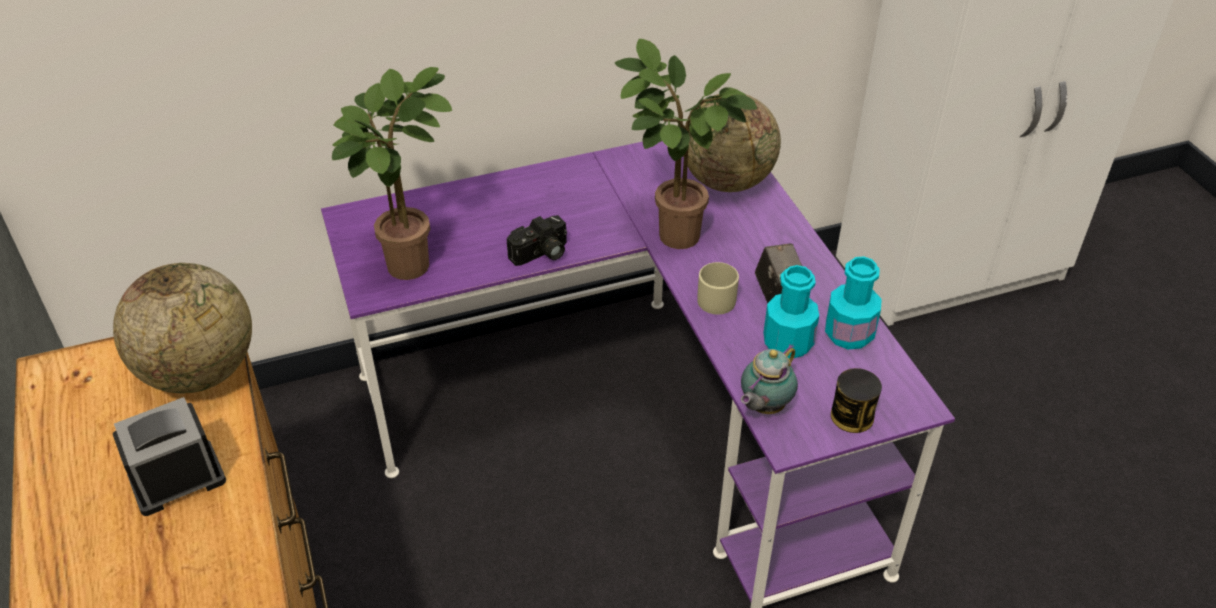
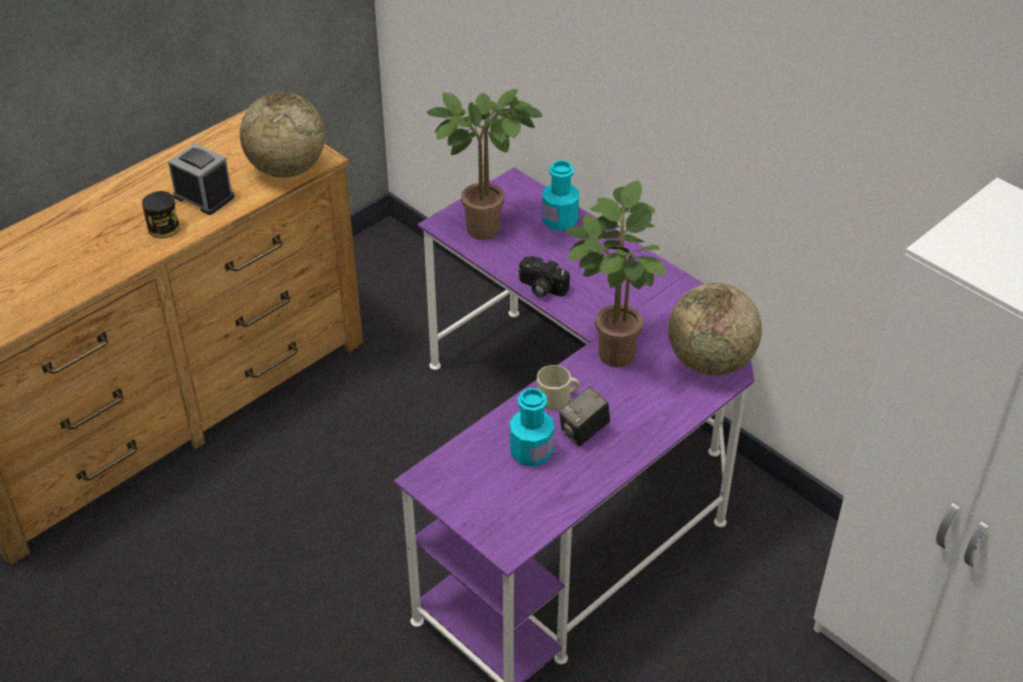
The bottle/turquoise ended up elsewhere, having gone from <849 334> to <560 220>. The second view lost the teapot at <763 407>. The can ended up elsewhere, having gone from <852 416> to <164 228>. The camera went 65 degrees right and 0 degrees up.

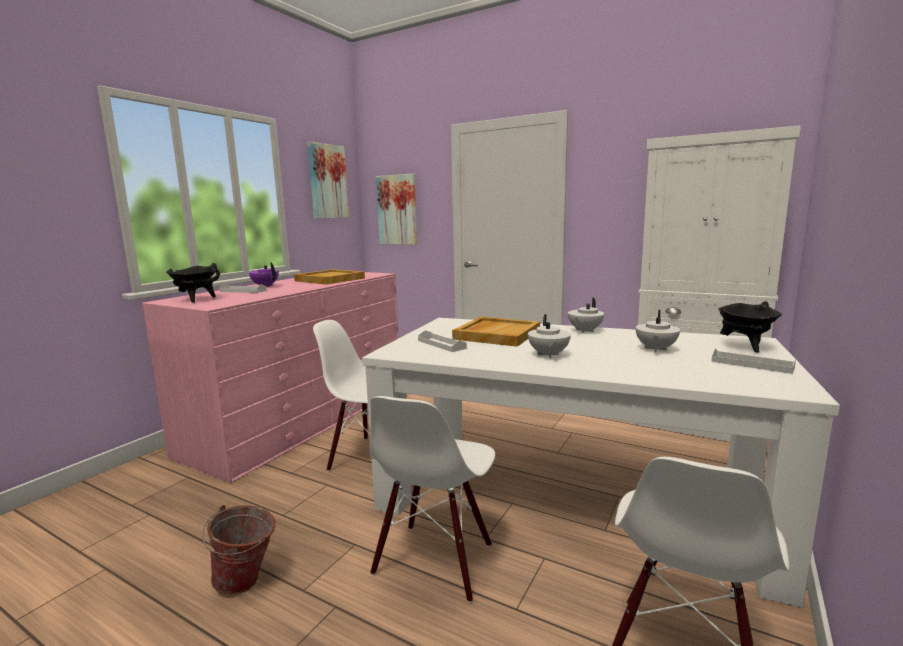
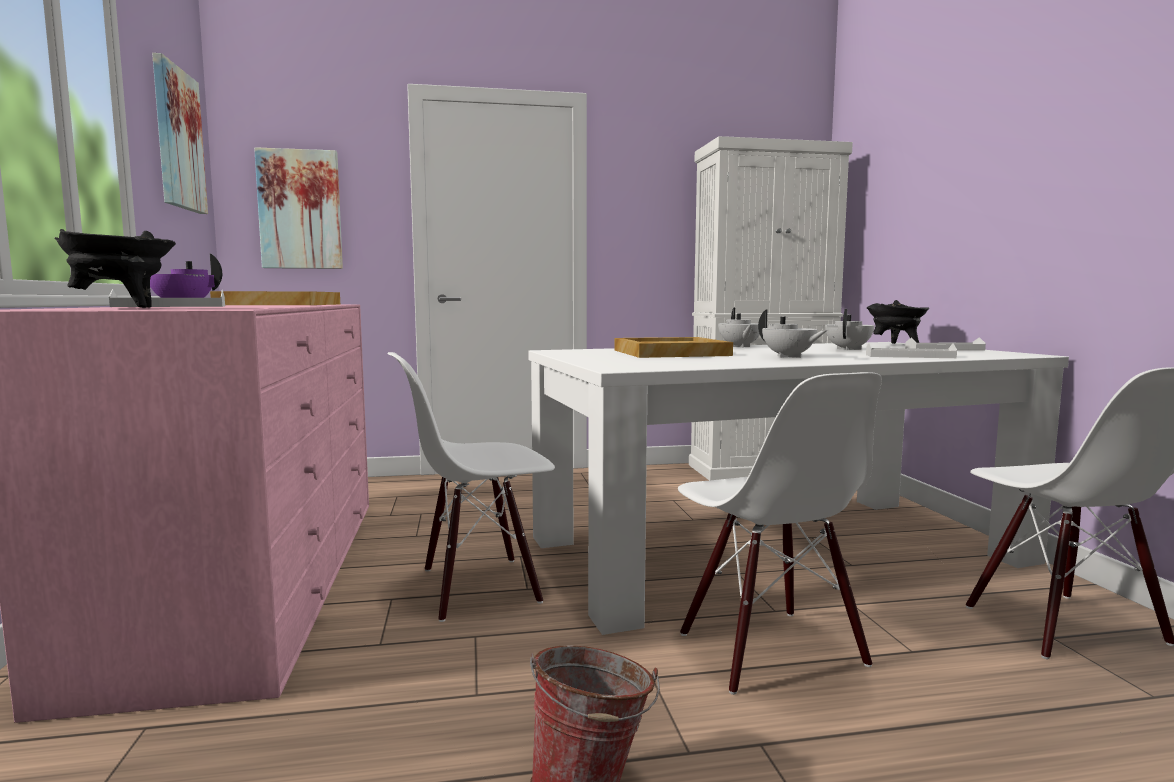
The teapot/white at <655 349> ended up facing another way, 135 degrees counterclockwise from before. The tray/white ended up elsewhere, having gone from <441 344> to <909 356>. The camera went 40 degrees left and 5 degrees down.

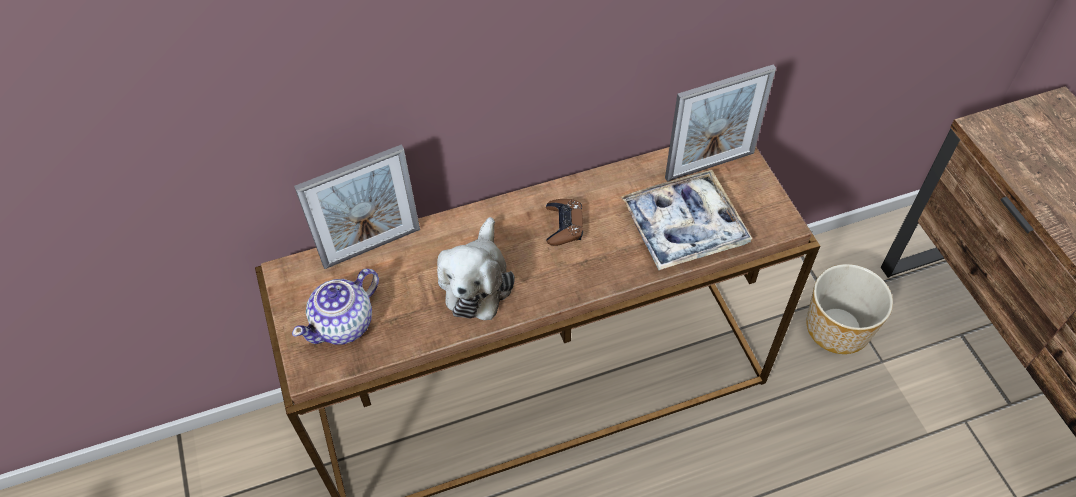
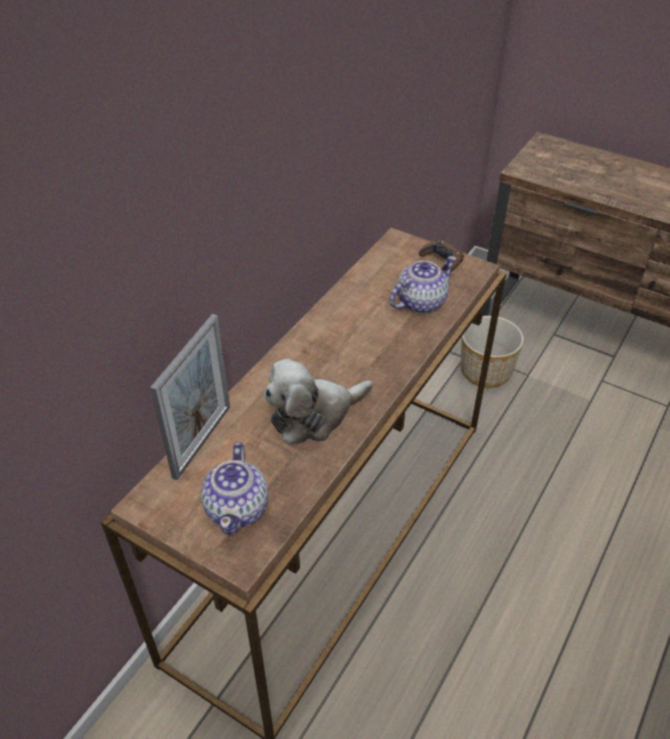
The second view lost the picture frame at <709 165>. Where the tray stood at <684 227>, the teapot came to stand at <420 302>. The game controller/brown ended up elsewhere, having gone from <564 225> to <441 260>. The plush toy at <477 281> ended up facing another way, 90 degrees clockwise from before. The camera went 40 degrees left and 10 degrees down.

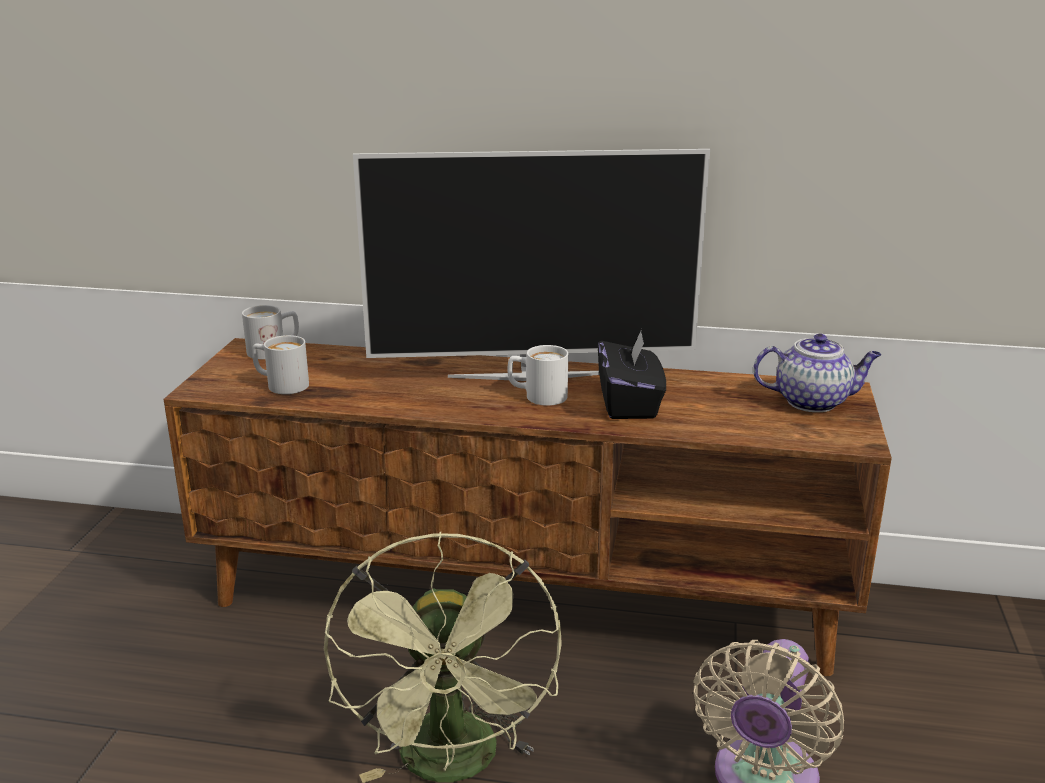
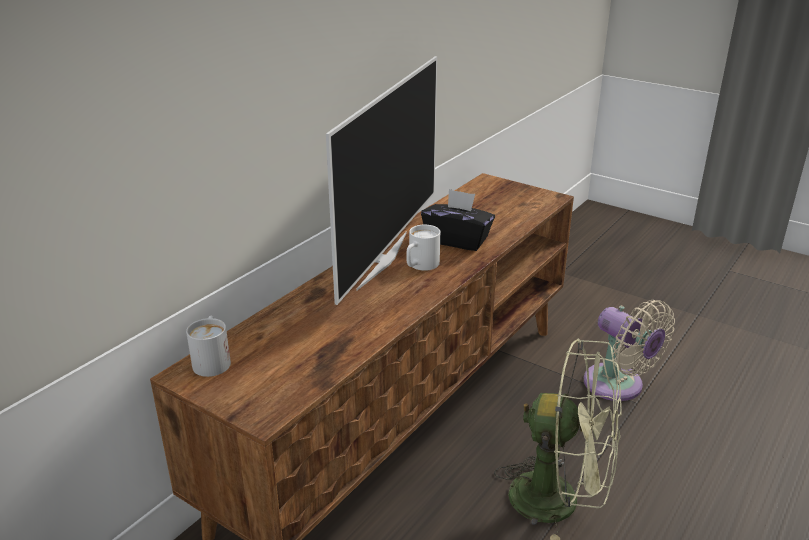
The second view lost the teapot at <813 401>. The second view lost the mug/white at <280 385>. The camera went 65 degrees left and 5 degrees up.

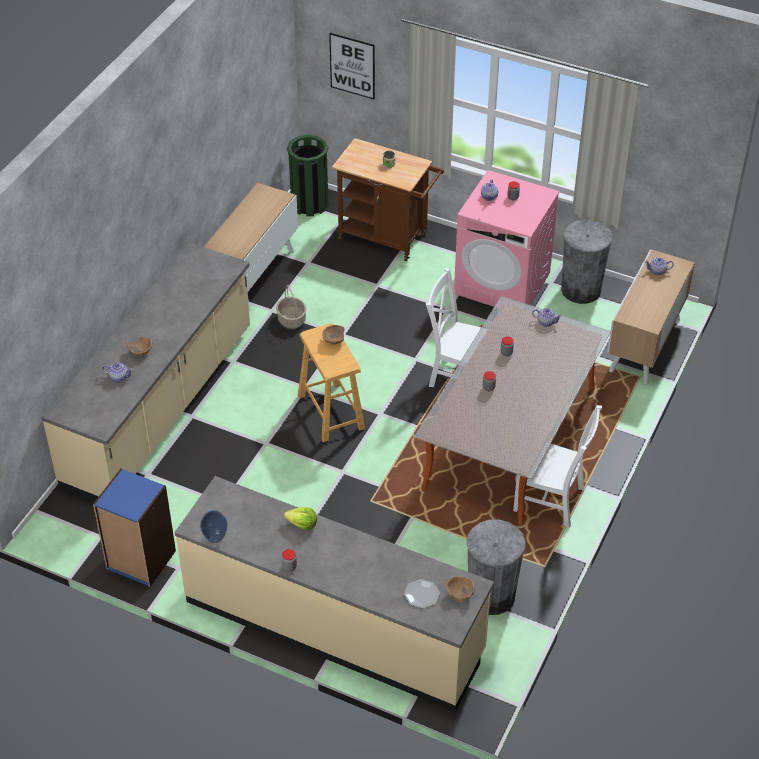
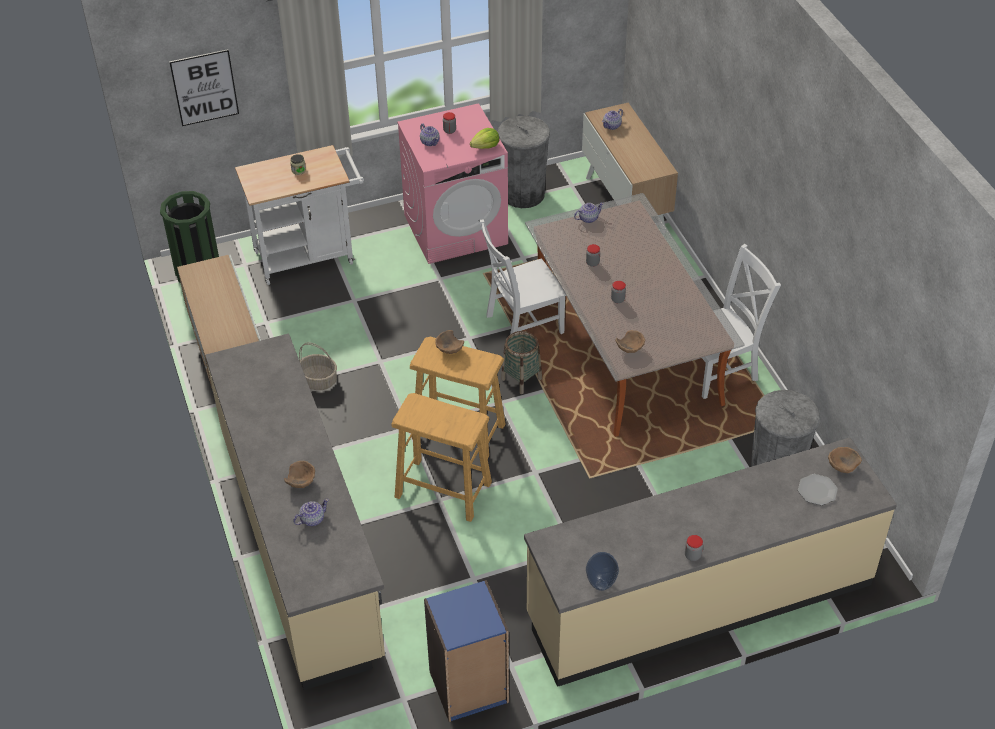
What was the cart/brown at <388 238> turned into the cart/white at <310 255>. The lettuce ended up elsewhere, having gone from <302 524> to <485 146>. The second view gained the bowl/brown at <630 349>. The second view gained the basket at <521 379>. The second view gained the stool/beige at <442 489>. The camera went 45 degrees left and 0 degrees up.

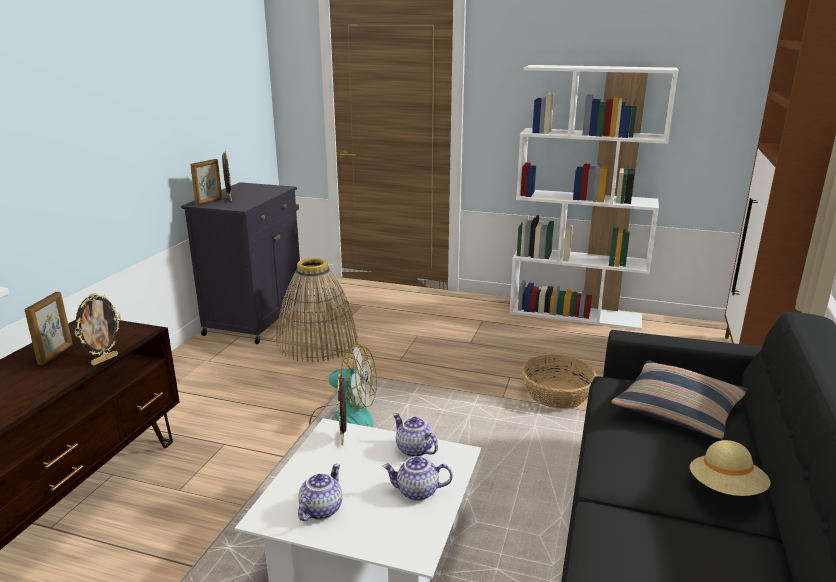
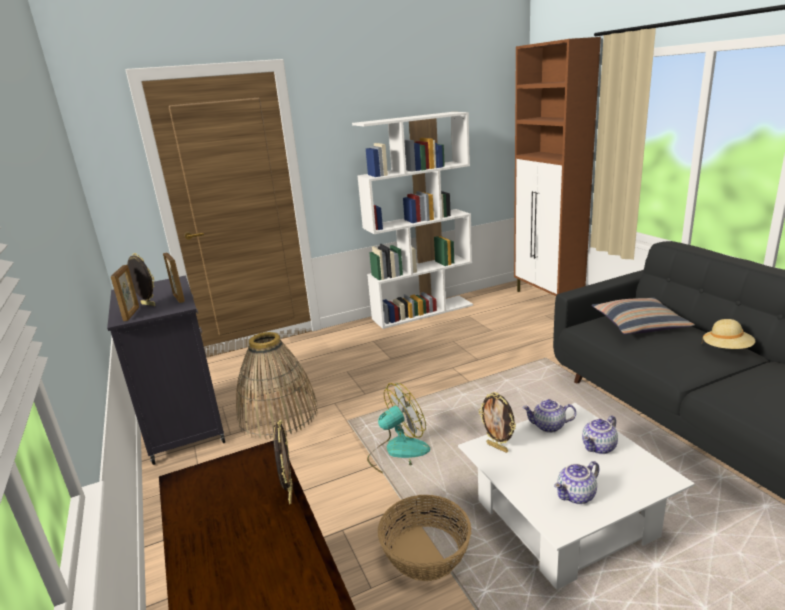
The picture frame ended up elsewhere, having gone from <56 354> to <178 298>. The basket ended up elsewhere, having gone from <556 394> to <425 553>. The teapot at <320 509> ended up facing another way, 105 degrees counterclockwise from before. The camera went 40 degrees left and 0 degrees up.

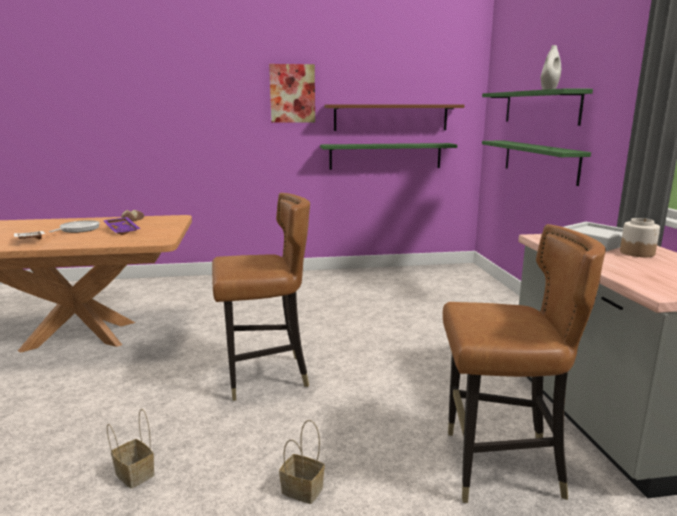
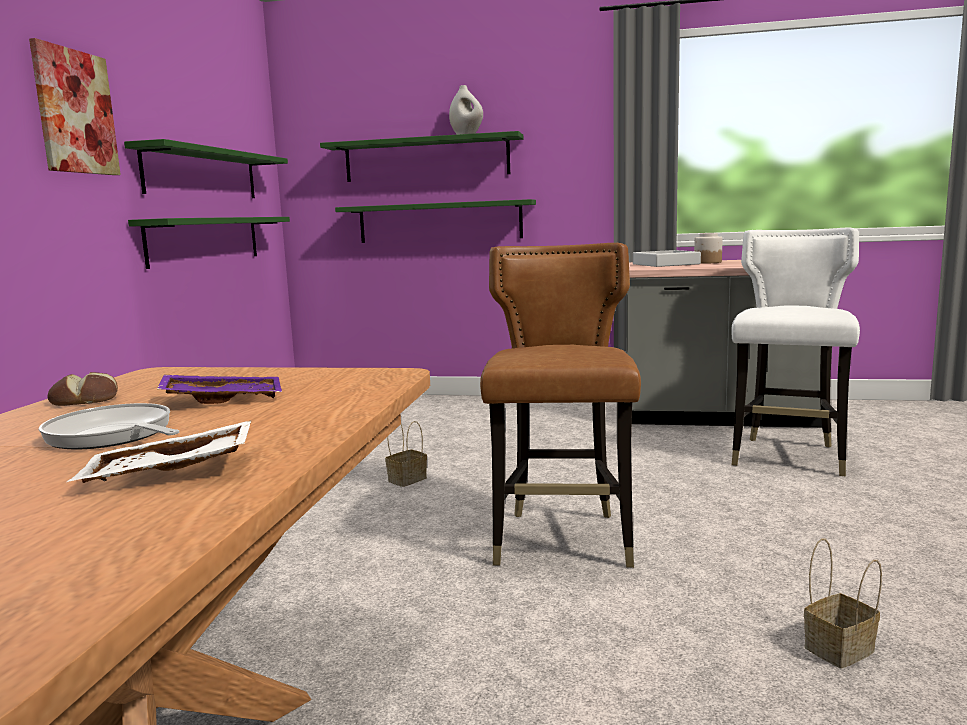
What was the shelf/brown at <391 117> turned into the shelf/green at <202 174>. What was the chair/brown at <499 467> turned into the chair/white at <789 457>. The basket ended up elsewhere, having gone from <304 490> to <407 479>. The camera went 70 degrees left and 5 degrees down.

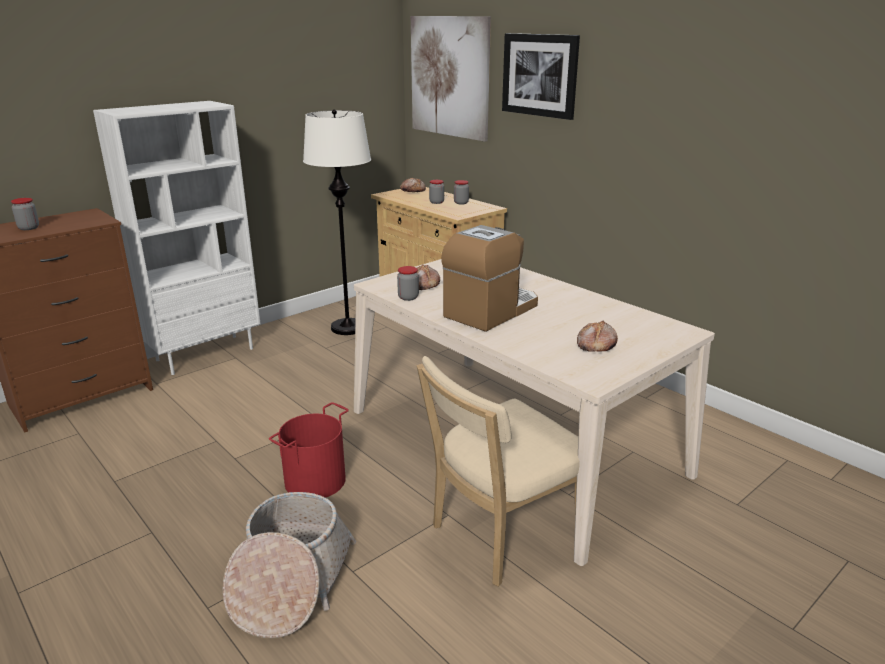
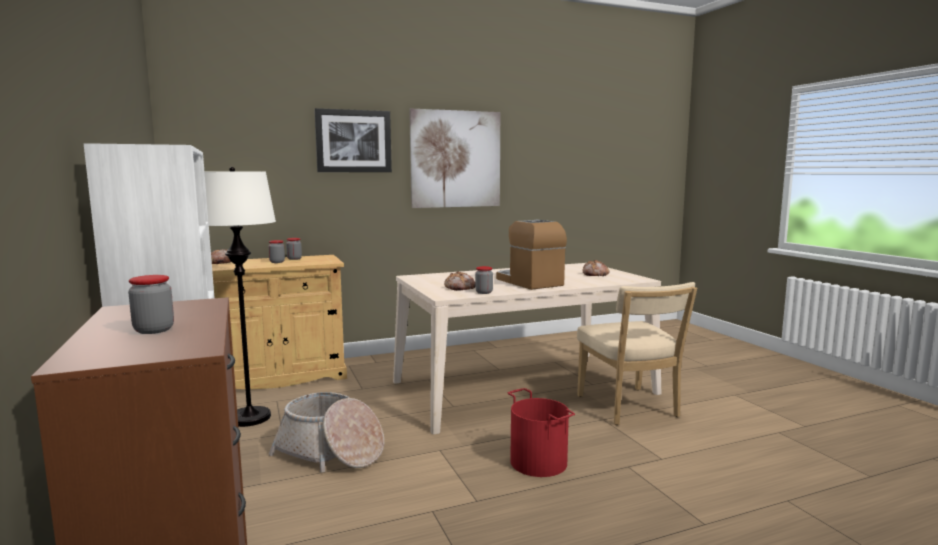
The picture ended up elsewhere, having gone from <449 77> to <455 159>. The basket ended up elsewhere, having gone from <290 582> to <331 452>. The camera went 70 degrees left and 15 degrees down.

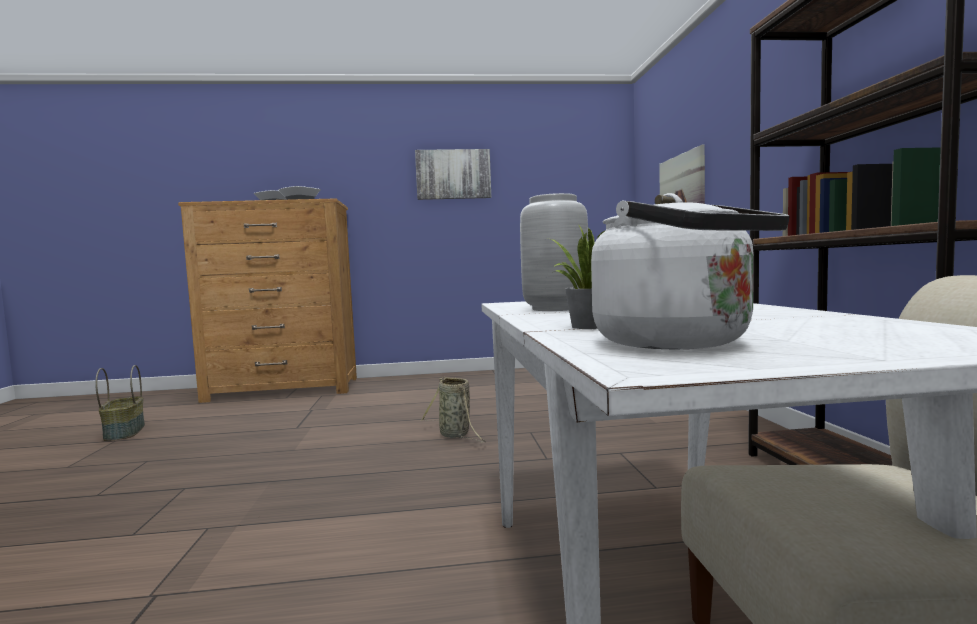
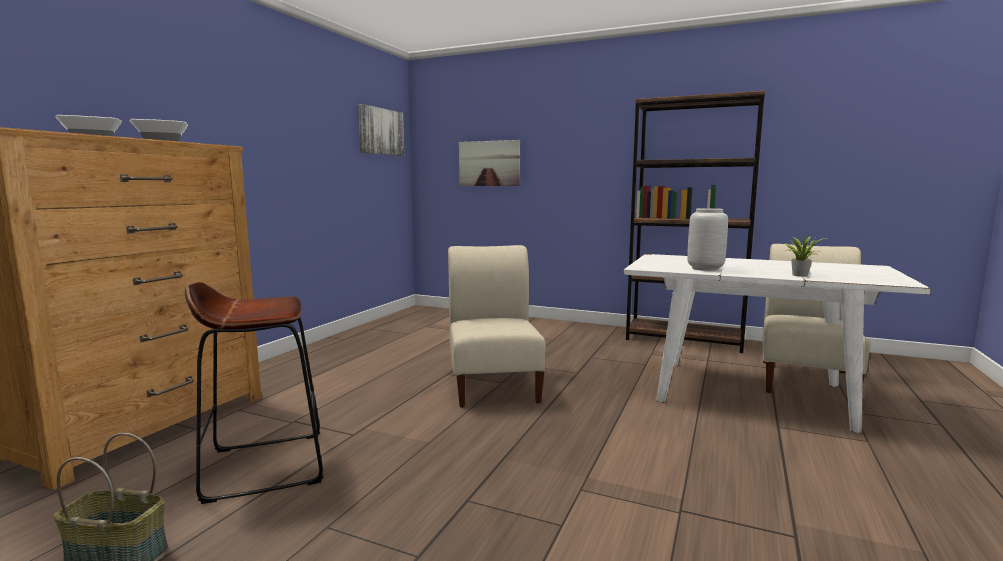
The picture ended up elsewhere, having gone from <453 174> to <380 131>. The second view lost the kettle/white at <680 343>. Where the basket stood at <456 435>, the chair/beige came to stand at <494 383>. The second view gained the stool/brown at <265 465>. The camera went 60 degrees left and 5 degrees up.

